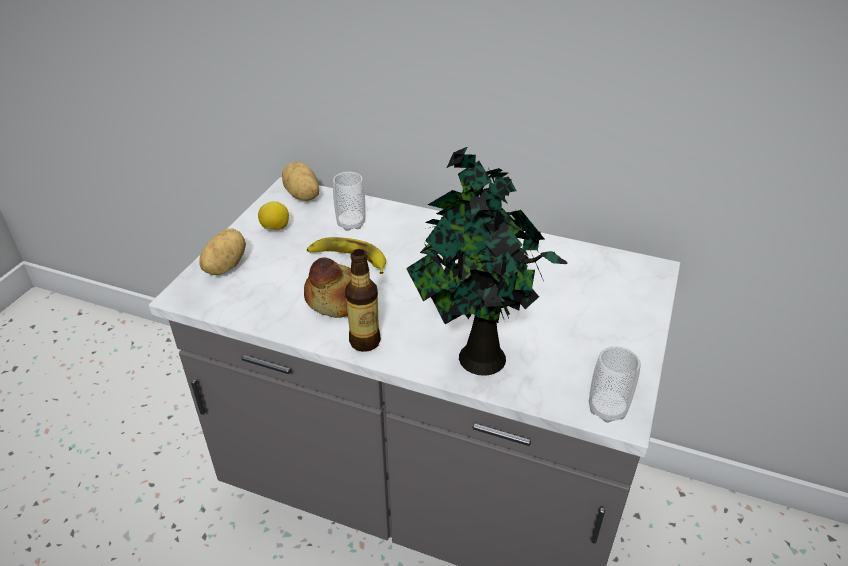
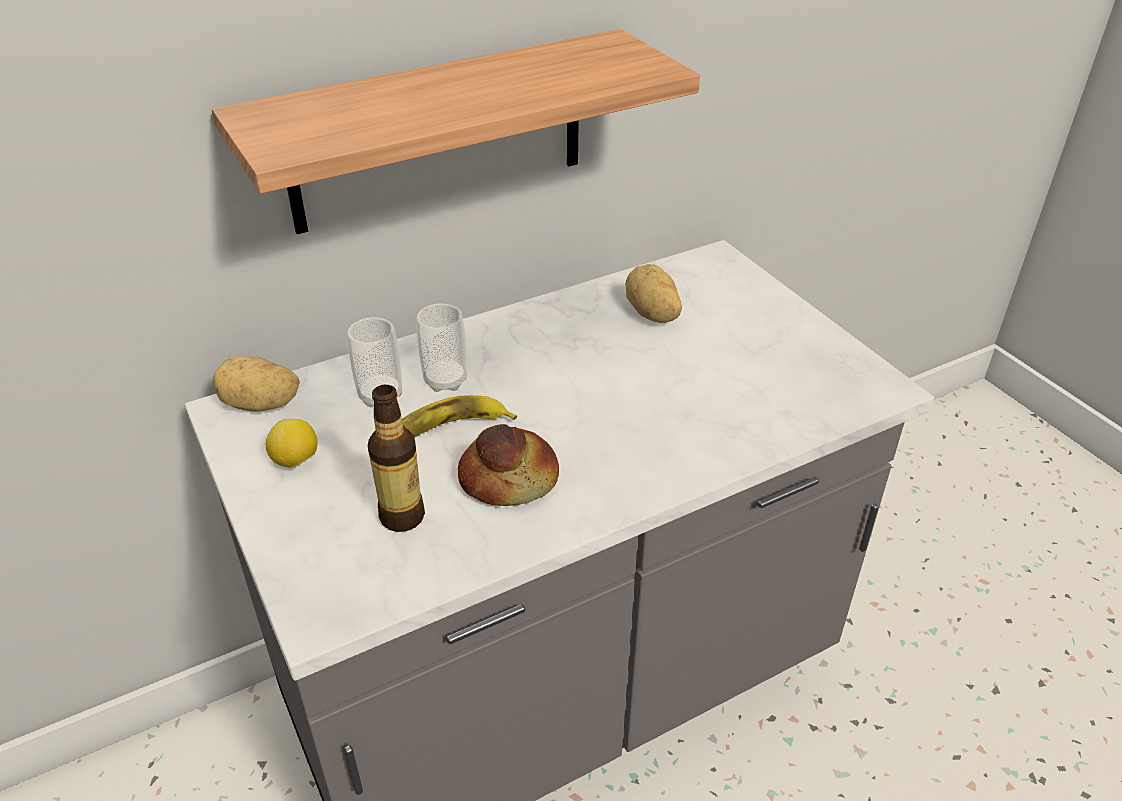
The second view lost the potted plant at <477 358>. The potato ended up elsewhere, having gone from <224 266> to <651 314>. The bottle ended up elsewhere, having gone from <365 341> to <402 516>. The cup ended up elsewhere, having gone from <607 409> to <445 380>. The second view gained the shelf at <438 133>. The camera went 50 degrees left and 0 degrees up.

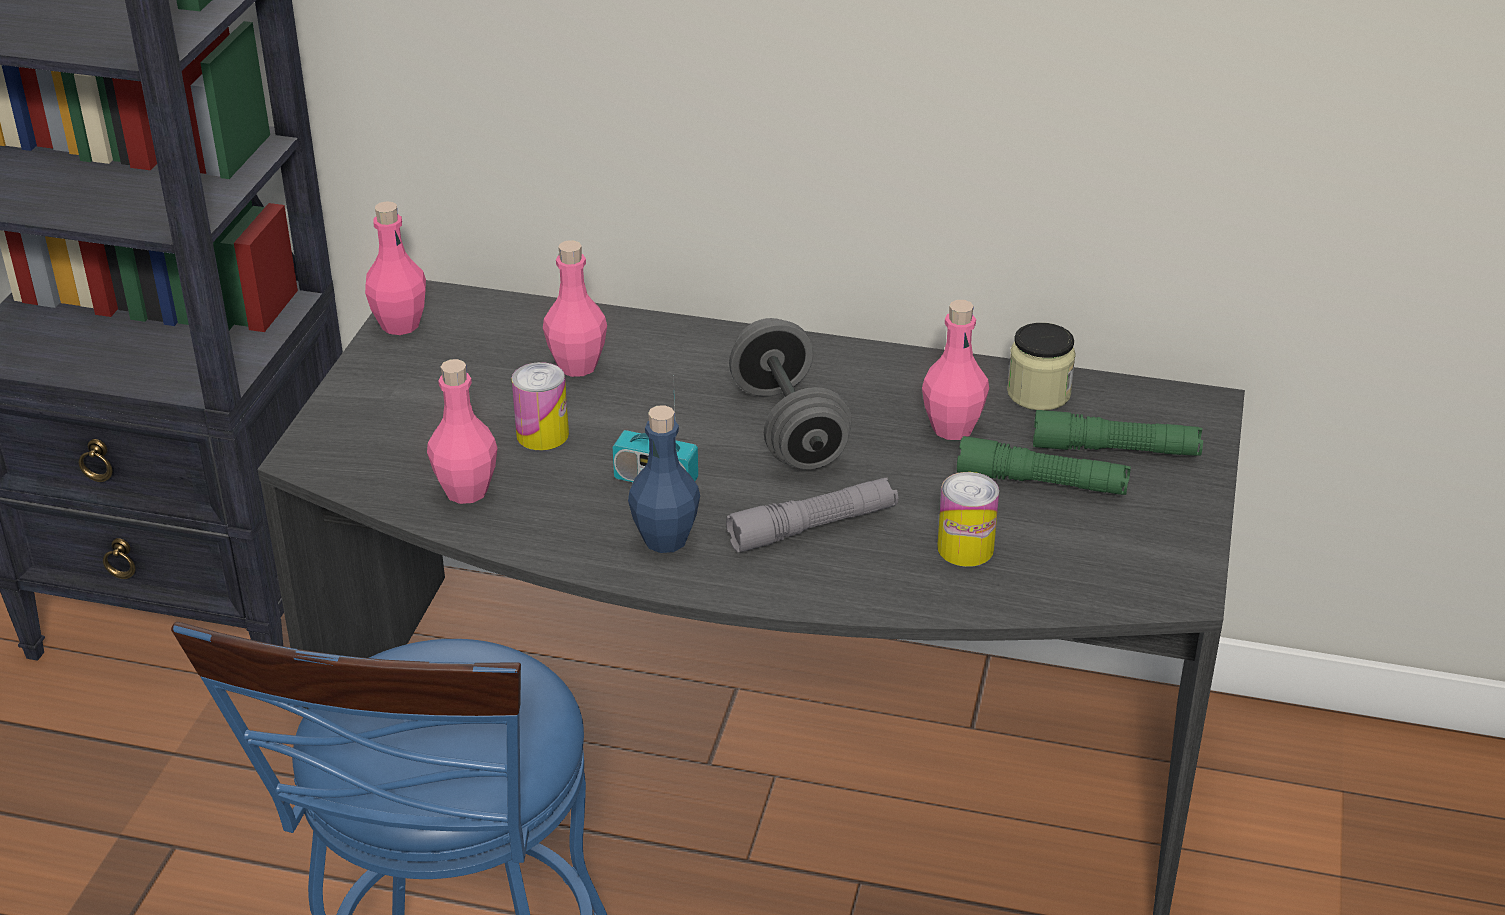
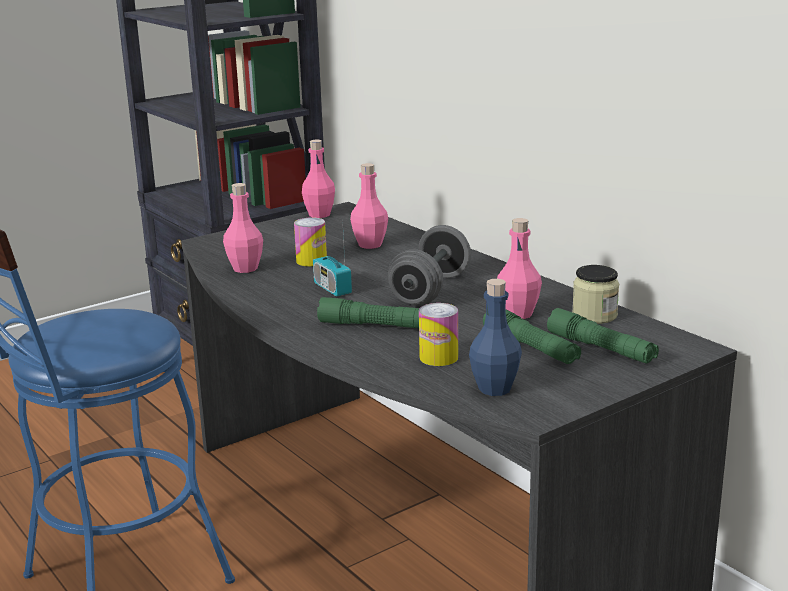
The bottle/blue ended up elsewhere, having gone from <665 539> to <495 388>. What was the flashlight/grey at <813 527> turned into the flashlight/green at <374 326>. The camera went 40 degrees right and 15 degrees down.

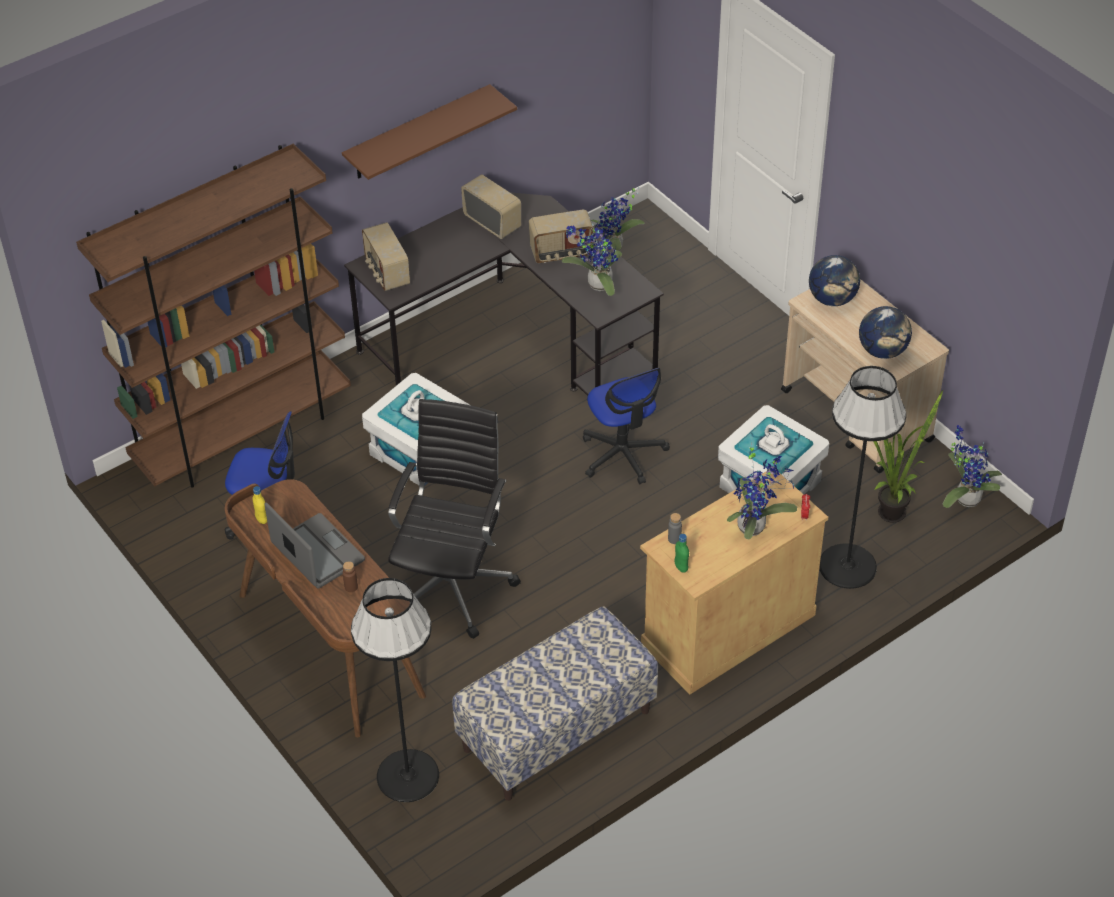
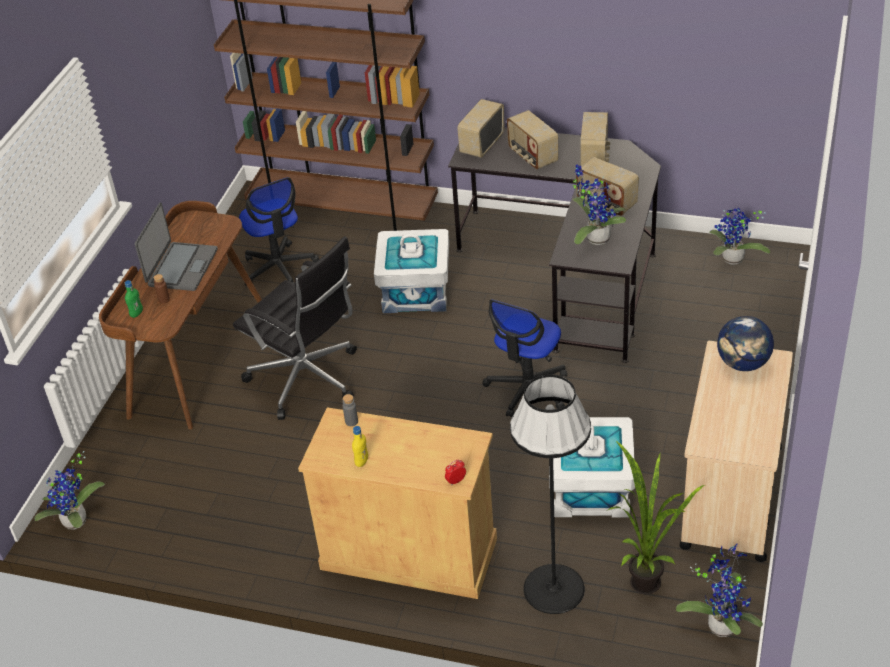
The second view lost the shelf/brown at <418 133>. The second view lost the globe at <883 351>. The office chair/black at <452 584> ended up facing another way, 60 degrees clockwise from before. The potted plant ended up elsewhere, having gone from <755 526> to <77 523>. The bottle/yellow ended up elsewhere, having gone from <261 519> to <361 462>. The bottle/green ended up elsewhere, having gone from <681 567> to <136 314>. The second view lost the floor lamp/black at <407 775>. The second view lost the bench at <557 731>. The second view gained the radio at <532 156>. The camera went 55 degrees right and 5 degrees down.

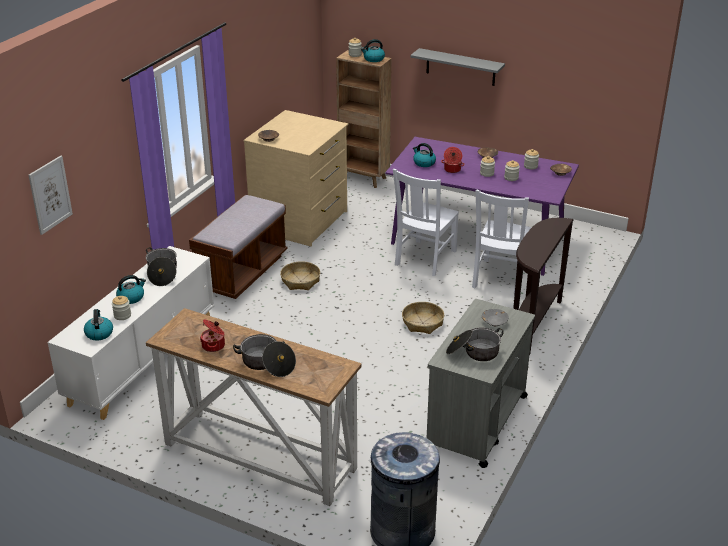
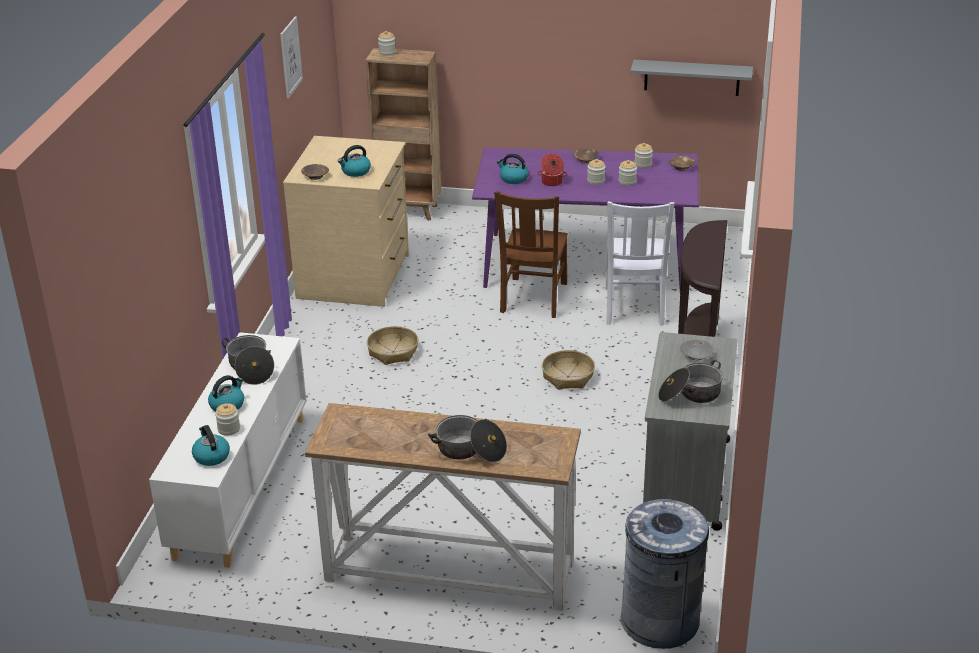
The kettle ended up elsewhere, having gone from <373 59> to <355 171>. The shelf/grey ended up elsewhere, having gone from <460 67> to <692 77>. The picture ended up elsewhere, having gone from <50 194> to <290 57>. What was the chair/white at <424 259> turned into the chair/brown at <533 299>. The second view lost the bench/brown at <242 272>. The second view lost the cooking pot at <214 345>. The camera went 15 degrees left and 0 degrees up.

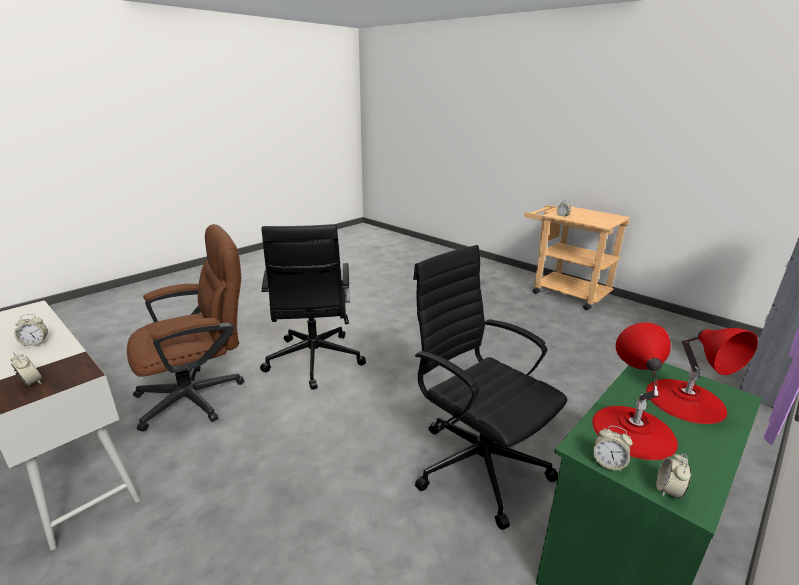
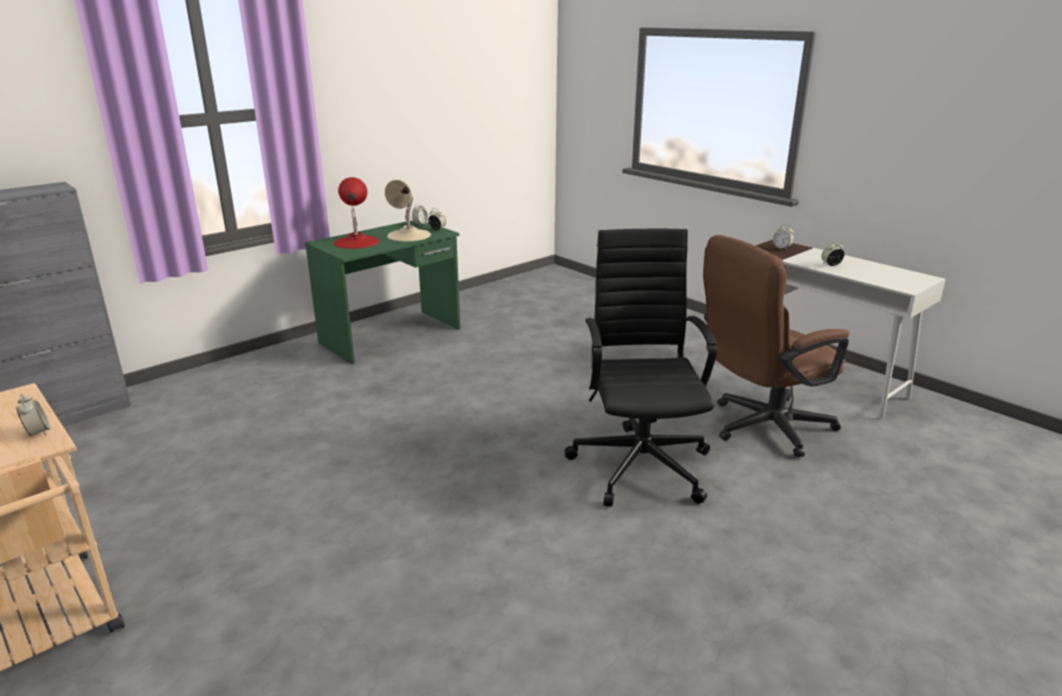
The second view lost the office chair/black at <477 463>. What was the table lamp/red at <633 431> turned into the table lamp/beige at <409 235>. The camera went 175 degrees left and 0 degrees up.

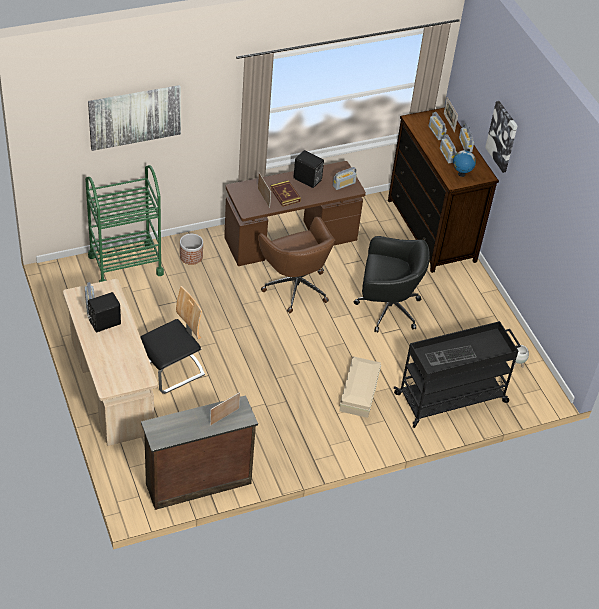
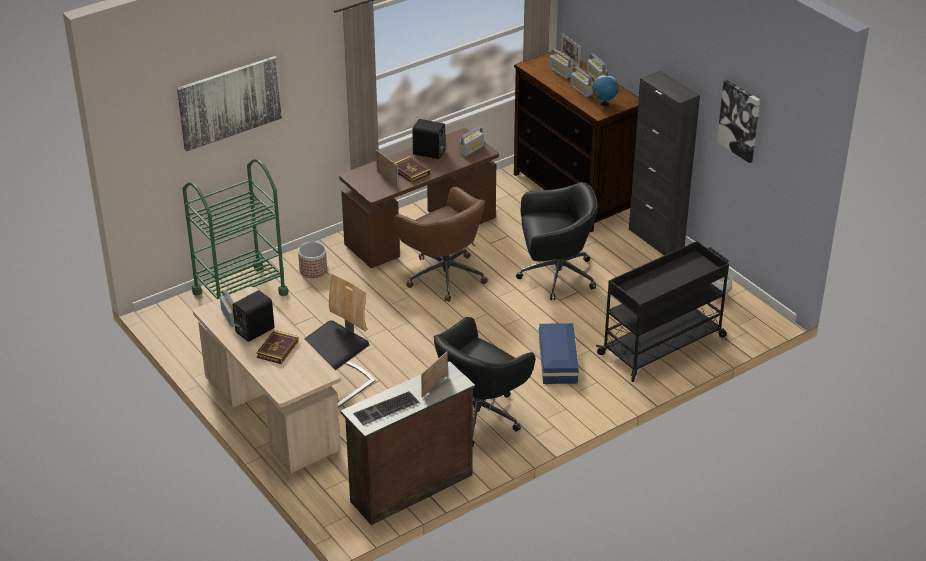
The picture ended up elsewhere, having gone from <502 136> to <739 120>. The keyboard ended up elsewhere, having gone from <450 356> to <386 409>. What was the storage box/beige at <358 392> turned into the storage box/blue at <557 361>. The second view gained the cabinet/black at <656 239>. The second view gained the office chair/black at <479 415>. The second view gained the book at <278 349>. The camera went 10 degrees left and 10 degrees down.

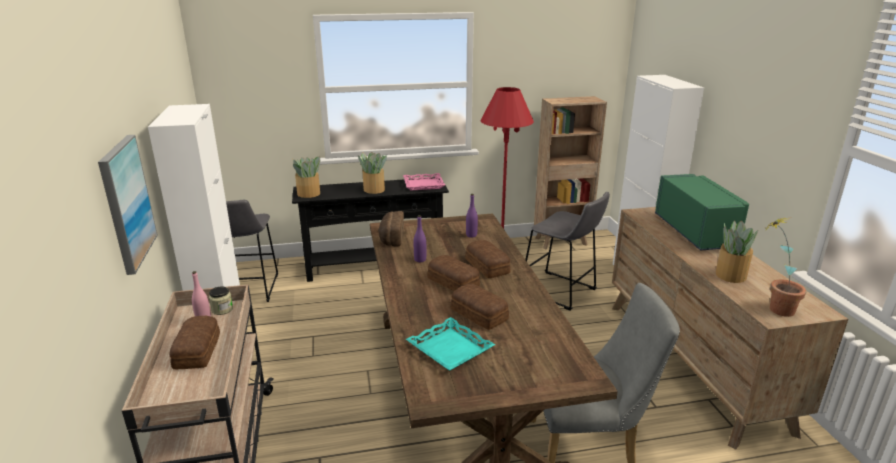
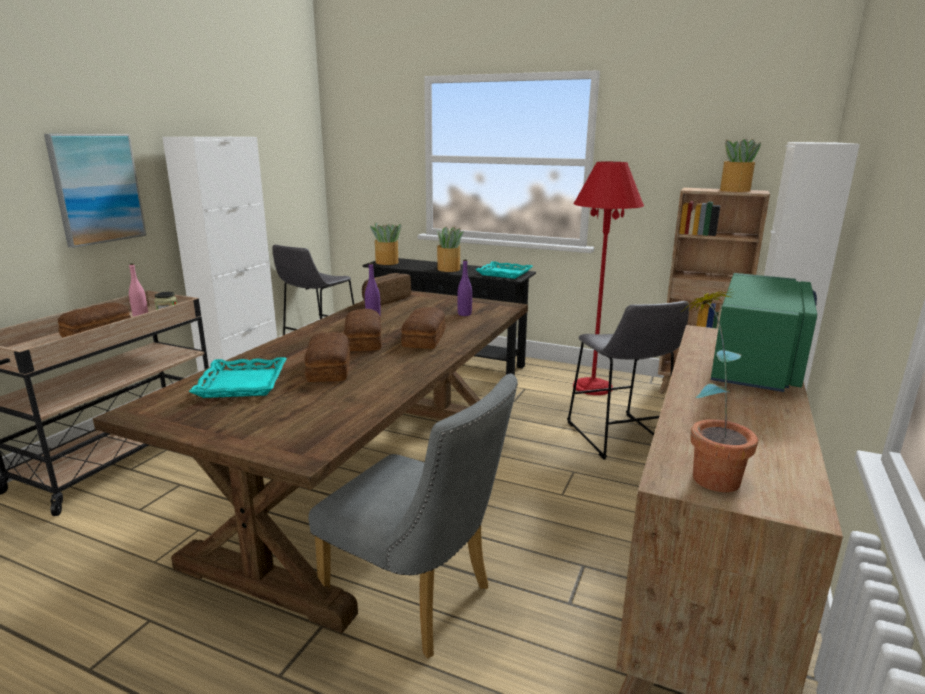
What was the tray/pink at <423 185> turned into the tray/turquoise at <504 273>. The potted plant ended up elsewhere, having gone from <730 275> to <734 190>. The camera went 35 degrees right and 5 degrees down.

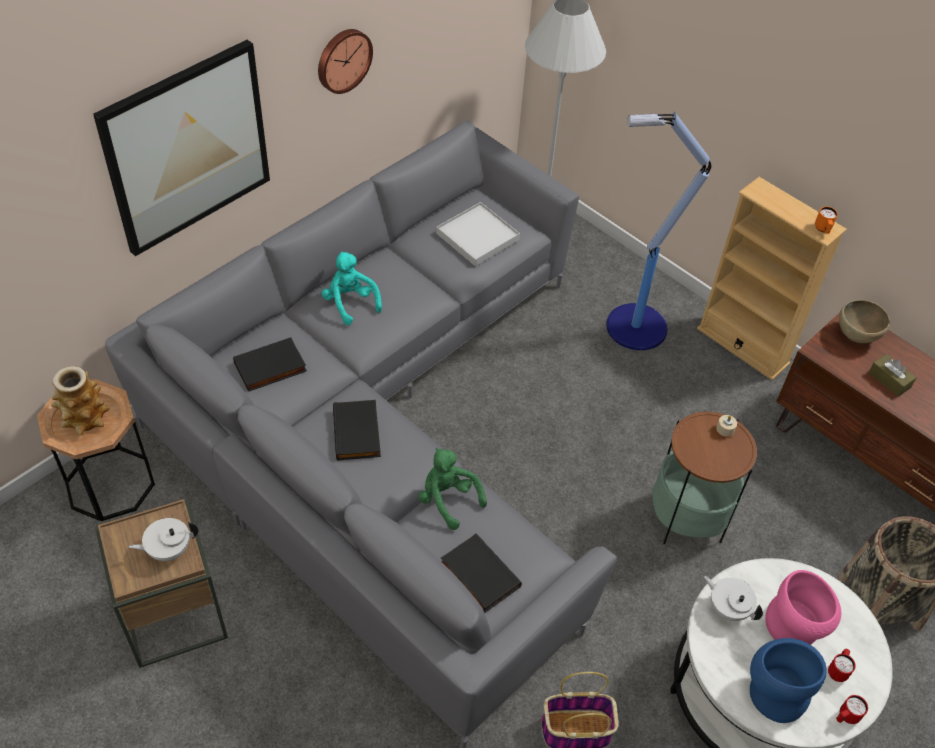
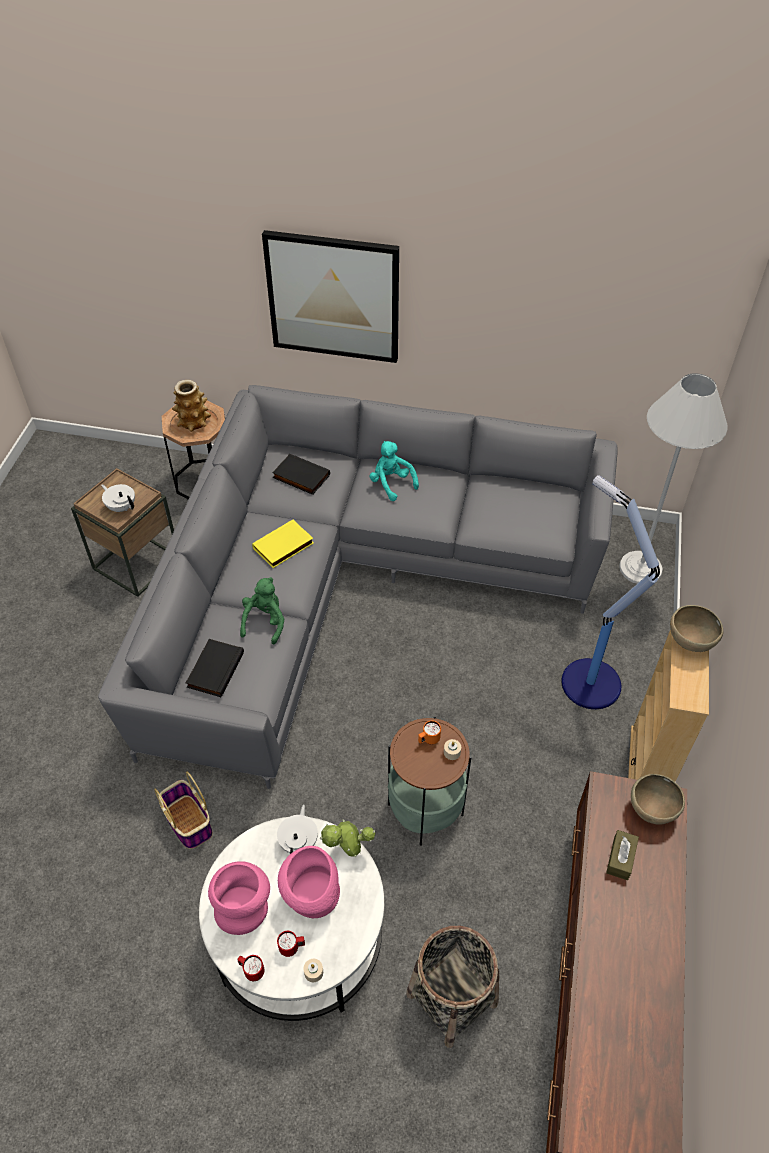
The second view lost the wall clock at <343 60>. The second view lost the tray/white at <477 237>. The mug/orange ended up elsewhere, having gone from <823 230> to <428 740>. The plush toy/turquoise at <350 303> ended up facing another way, 60 degrees counterclockwise from before. What was the book/black at <358 433> turned into the book/yellow at <283 547>. What was the vase/blue at <773 691> turned into the vase/pink at <243 906>. The second view gained the bowl/brown at <689 642>. The second view gained the potted plant at <349 852>. The second view gained the candle/beige at <313 972>. The camera went 60 degrees right and 0 degrees up.

